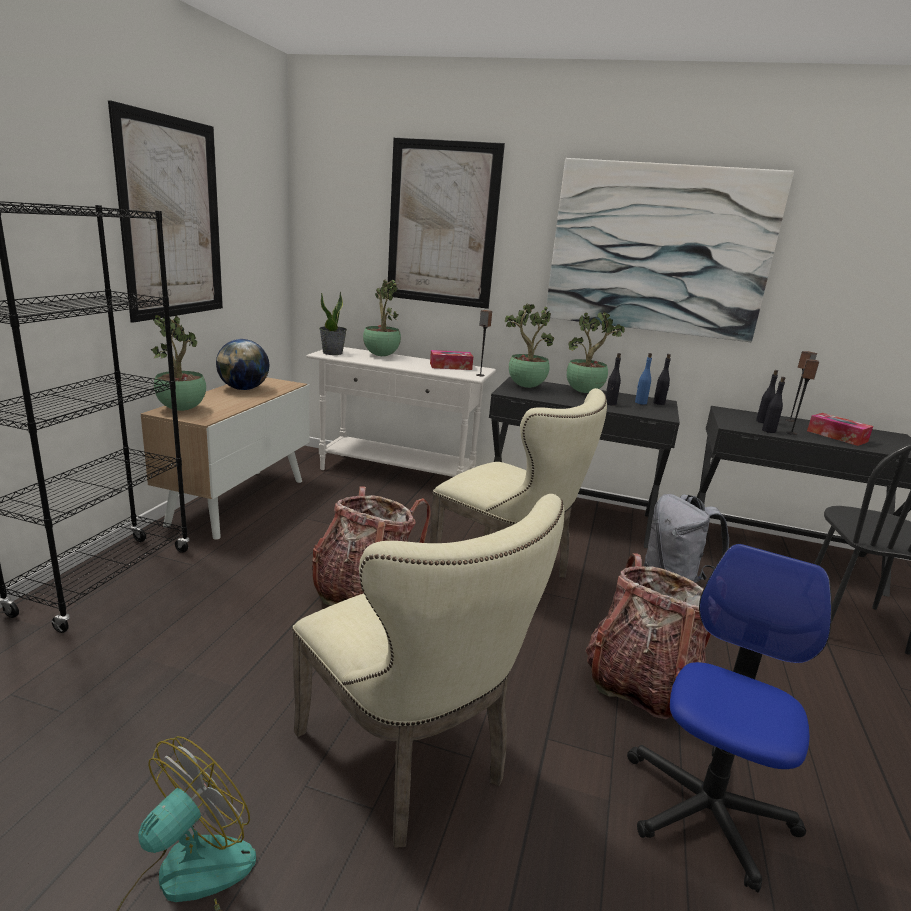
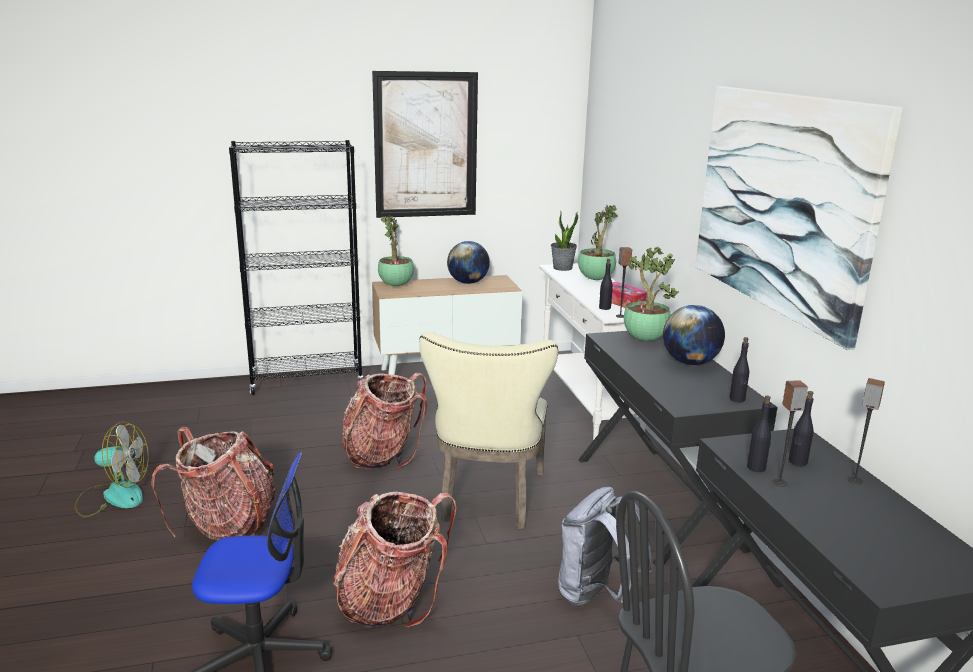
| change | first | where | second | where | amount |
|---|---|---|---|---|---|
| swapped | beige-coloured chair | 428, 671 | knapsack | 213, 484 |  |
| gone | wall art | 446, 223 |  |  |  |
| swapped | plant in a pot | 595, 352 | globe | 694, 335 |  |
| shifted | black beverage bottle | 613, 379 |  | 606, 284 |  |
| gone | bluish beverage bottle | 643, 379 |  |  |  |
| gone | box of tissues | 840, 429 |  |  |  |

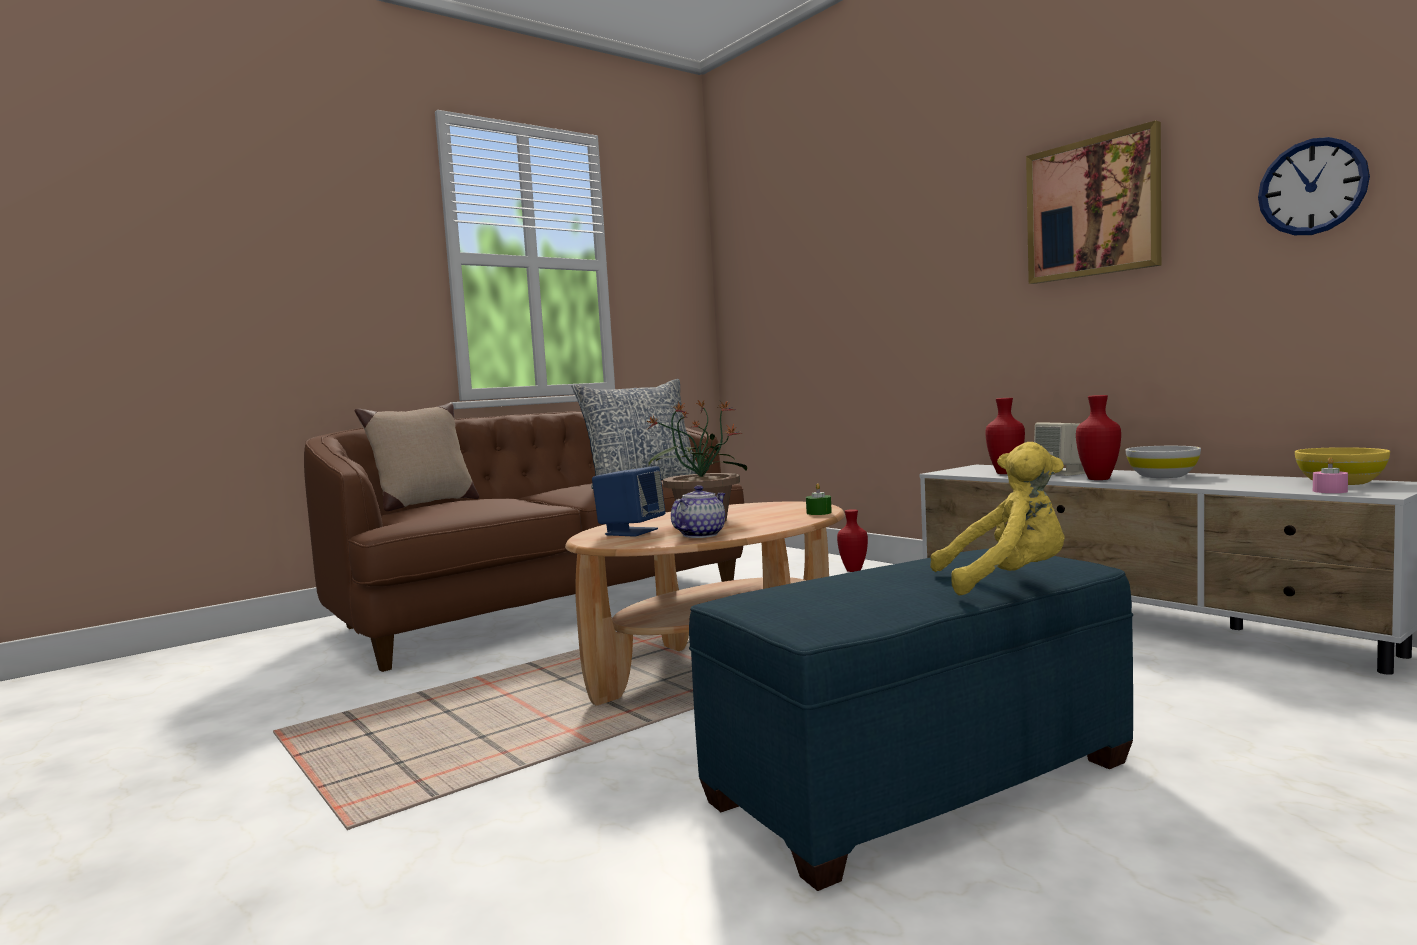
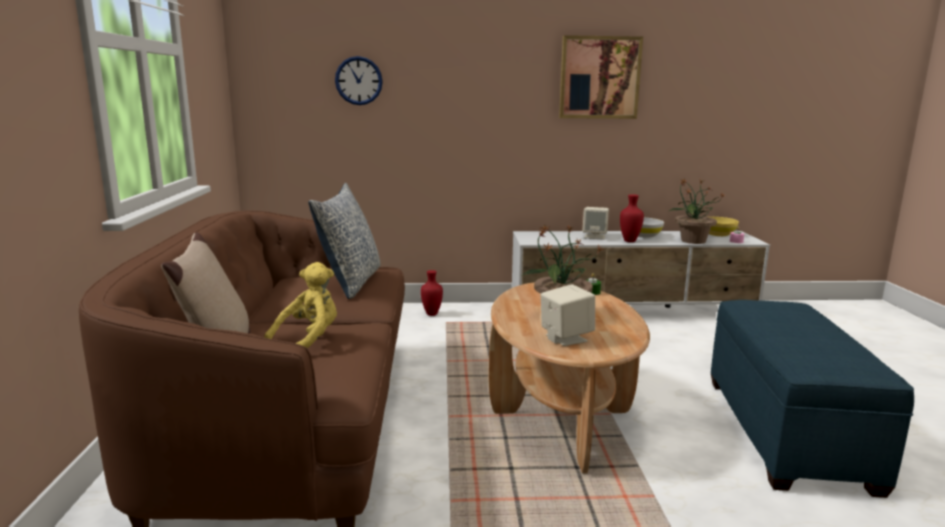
| change | first | where | second | where | amount |
|---|---|---|---|---|---|
| repainted | bluish speaker | 629, 501 | beige-coloured speaker | 568, 315 |  |
| gone | teapot | 698, 511 |  |  |  |
| shifted | yellow-coloured soft toy | 997, 519 |  | 300, 305 |  |
| gone | red vase | 1005, 436 |  |  |  |
| shifted | hanging clock | 1314, 186 |  | 359, 80 |  |
| new |  |  | plant in a pot | 697, 211 |  |

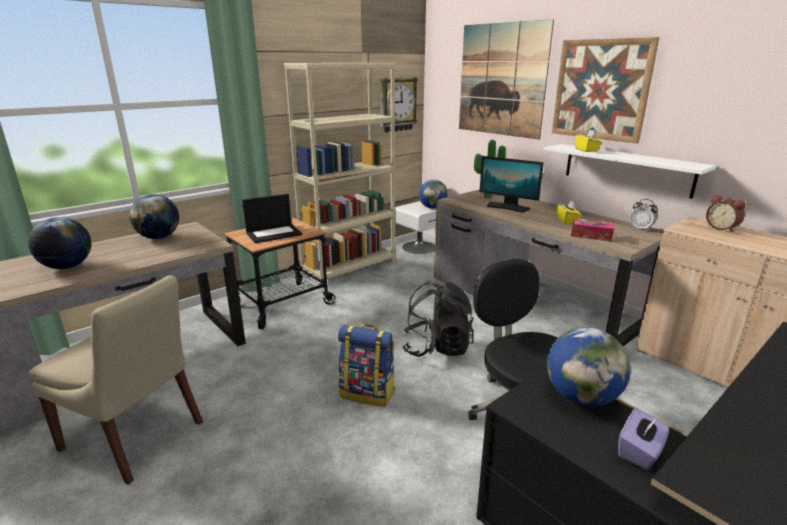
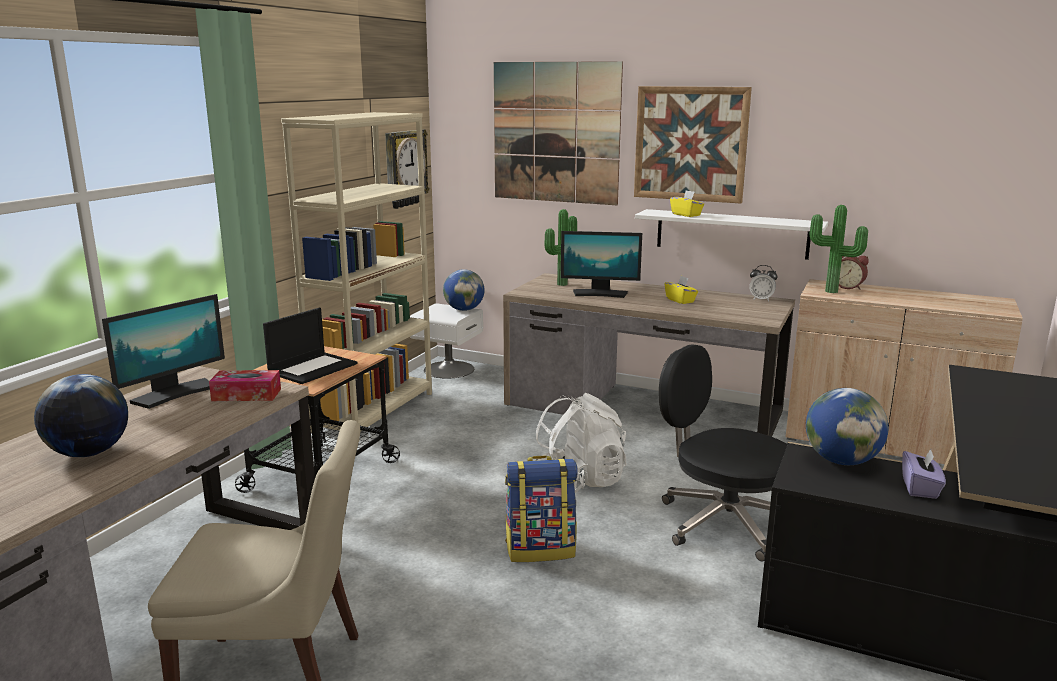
| change | first | where | second | where | amount |
|---|---|---|---|---|---|
| swapped | globe | 154, 216 | computer screen | 163, 351 |  |
| repainted | black knapsack | 438, 319 | whitish knapsack | 580, 443 |  |
| shifted | box of tissues | 592, 230 |  | 245, 385 |  |
| new |  |  | plant in a pot | 839, 249 |  |

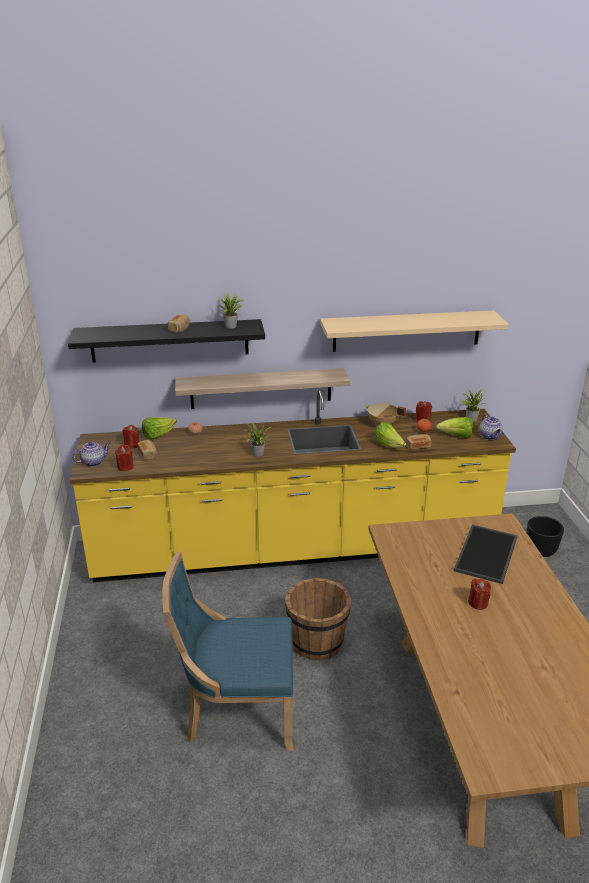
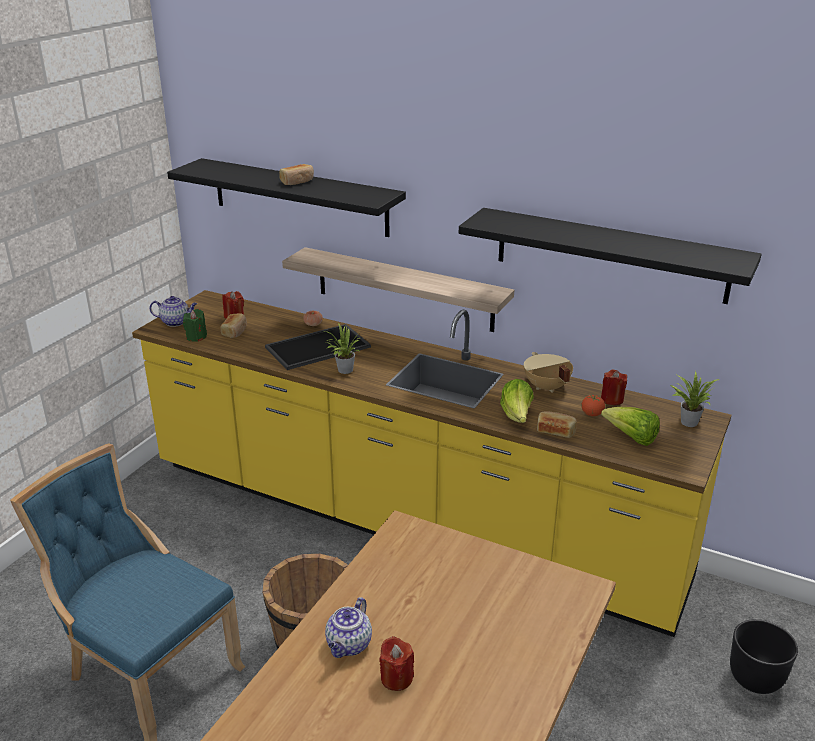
| change | first | where | second | where | amount |
|---|---|---|---|---|---|
| repainted | red wax candle | 124, 458 | greenish wax candle | 195, 325 |  |
| gone | lettuce head | 159, 428 |  |  |  |
| gone | plant in a pot | 231, 311 |  |  |  |
| repainted | beige-coloured shelf | 414, 331 | black shelf | 610, 256 |  |
| shifted | serving tray | 486, 554 |  | 318, 347 |  |
| shifted | teapot | 491, 427 |  | 348, 627 |  |

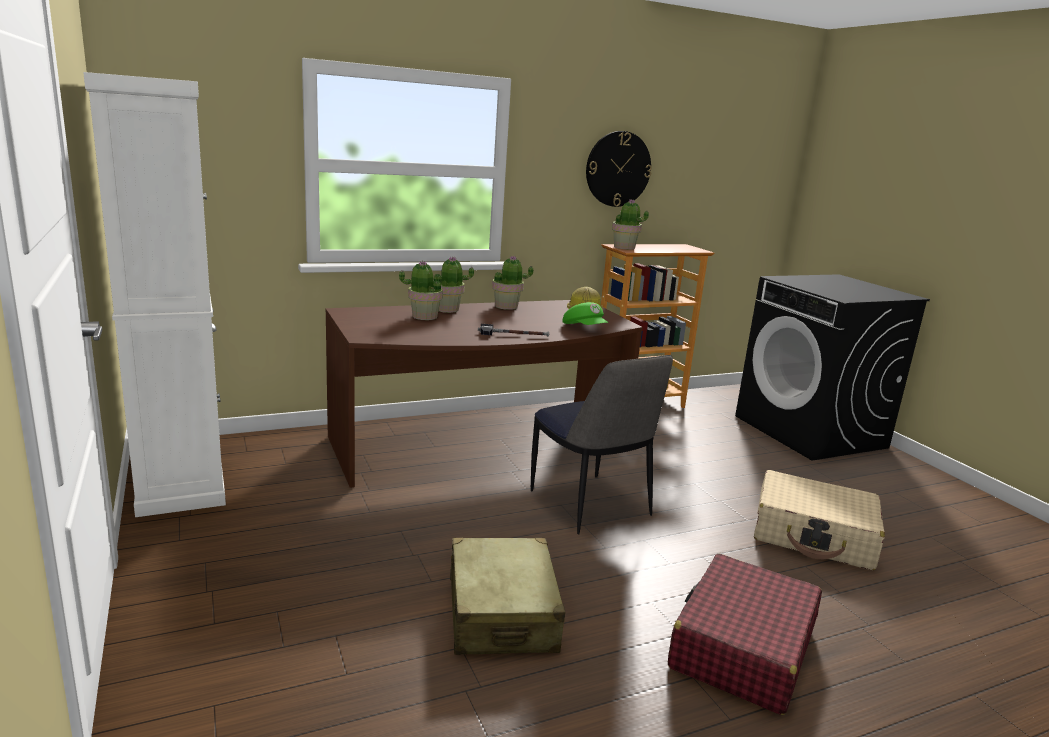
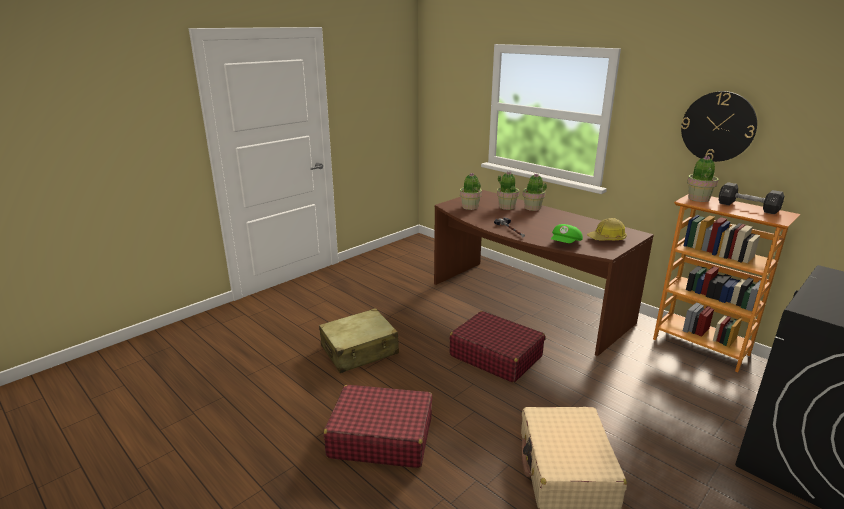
| change | first | where | second | where | amount |
|---|---|---|---|---|---|
| gone | whitish cupboard | 154, 294 |  |  |  |
| shifted | plant in a pot | 512, 282 |  | 471, 191 |  |
| swapped | chair | 602, 444 | red suitcase | 497, 347 |  |
| new |  |  | black free weight | 751, 198 |  |

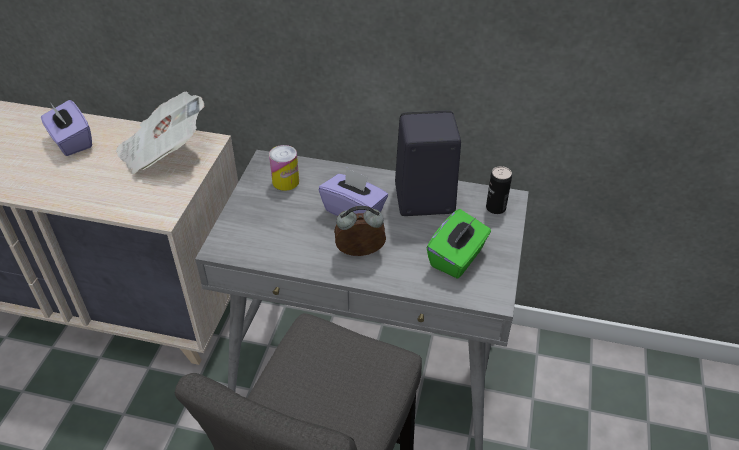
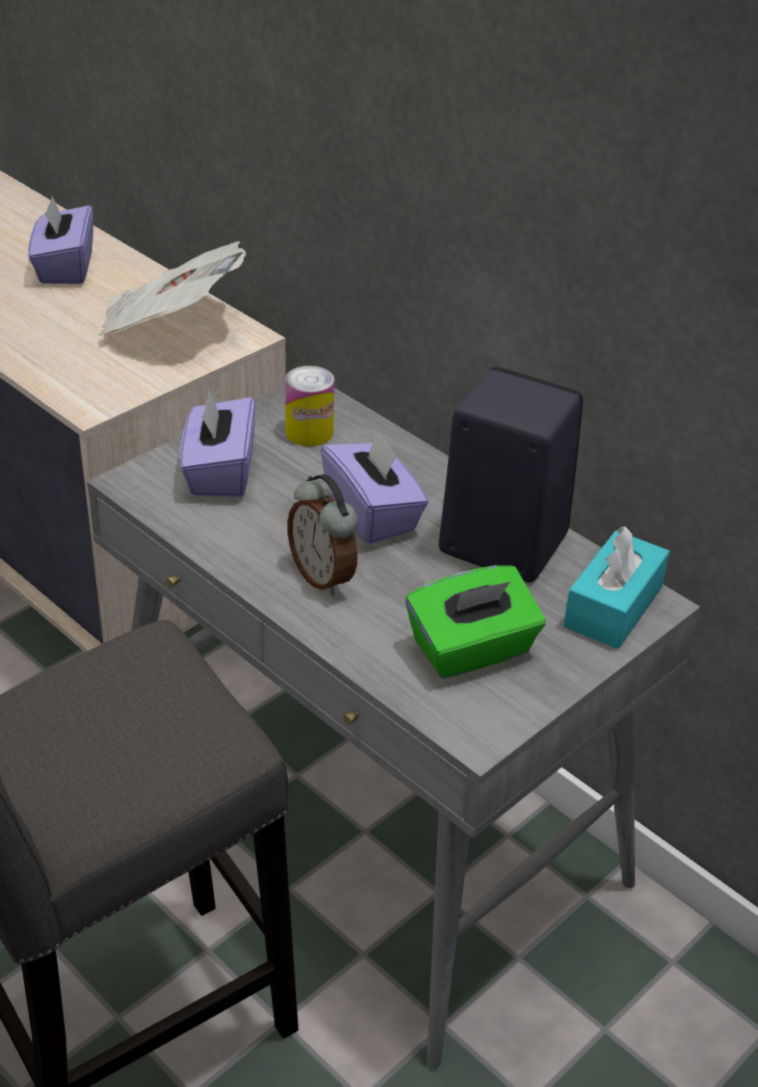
| change | first | where | second | where | amount |
|---|---|---|---|---|---|
| rotated | table clock | 360, 231 |  | 322, 535 | 150 degrees counterclockwise |
| swapped | sealed can | 499, 190 | turquoise box of tissues | 616, 588 |  |
| new |  |  | purple-coloured box of tissues | 218, 443 |  |

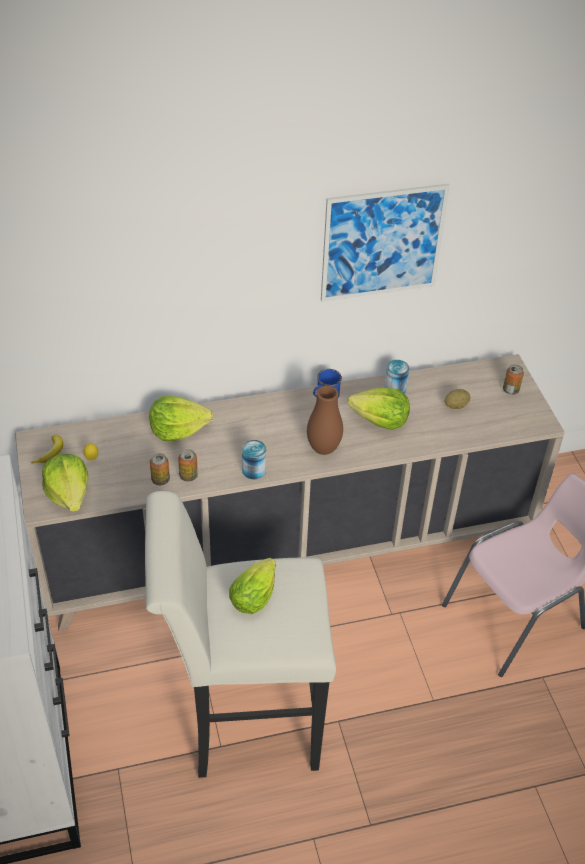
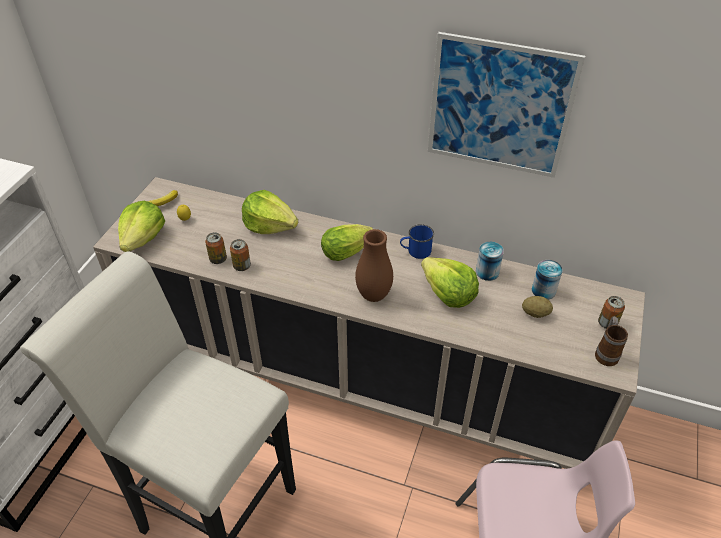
| change | first | where | second | where | amount |
|---|---|---|---|---|---|
| shifted | lettuce head | 252, 586 |  | 347, 242 |  |
| shifted | sealed can | 254, 459 |  | 547, 279 |  |
| new |  |  | mug | 611, 341 |  |

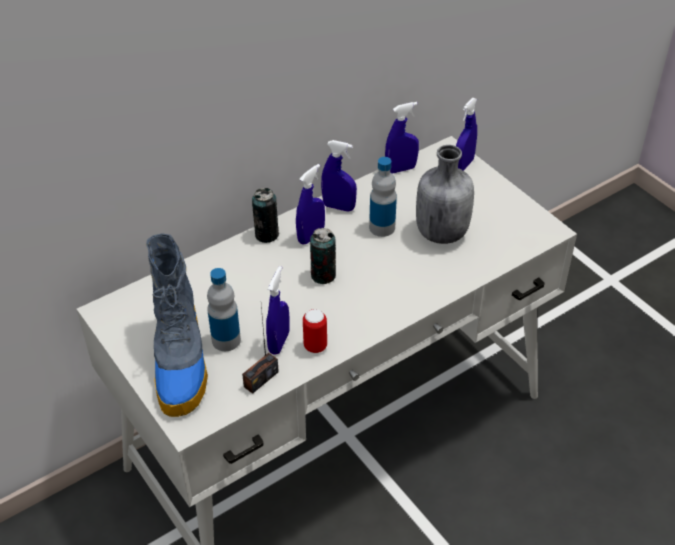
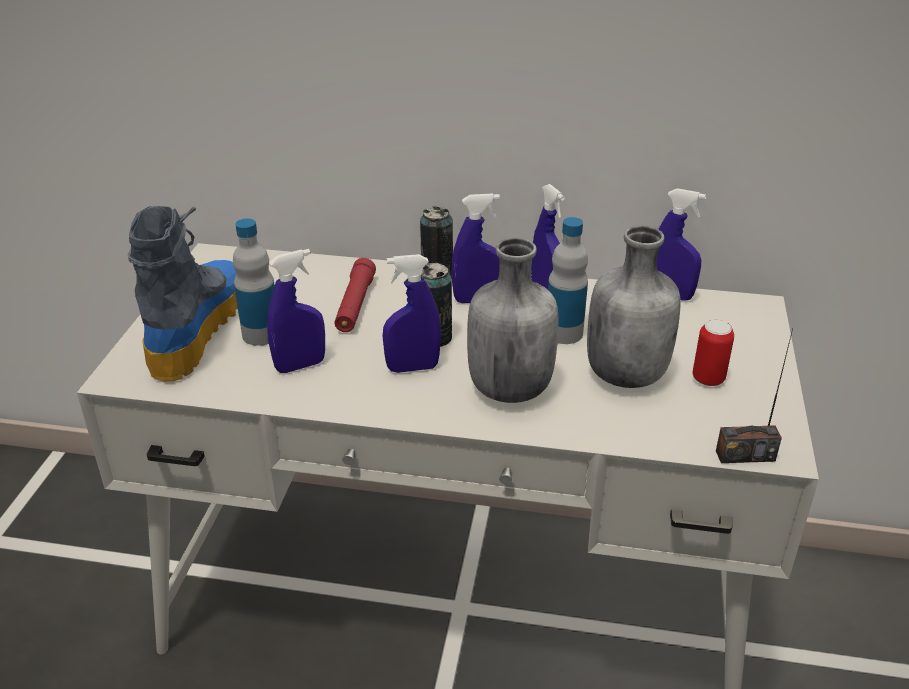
| change | first | where | second | where | amount |
|---|---|---|---|---|---|
| rotated | boot | 177, 325 |  | 183, 293 | 150 degrees clockwise |
| shifted | radio set | 260, 350 |  | 754, 396 |  |
| shifted | sealed can | 315, 331 |  | 713, 353 |  |
| shifted | bluish hand sprayer | 466, 134 |  | 411, 313 |  |
| new |  |  | red hand torch | 355, 295 |  |
| new |  |  | gray beverage bottle | 513, 320 |  |

